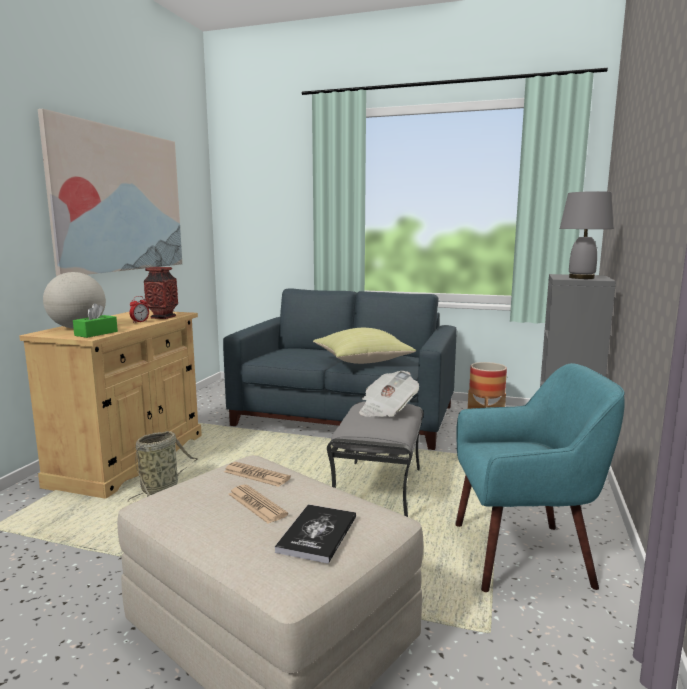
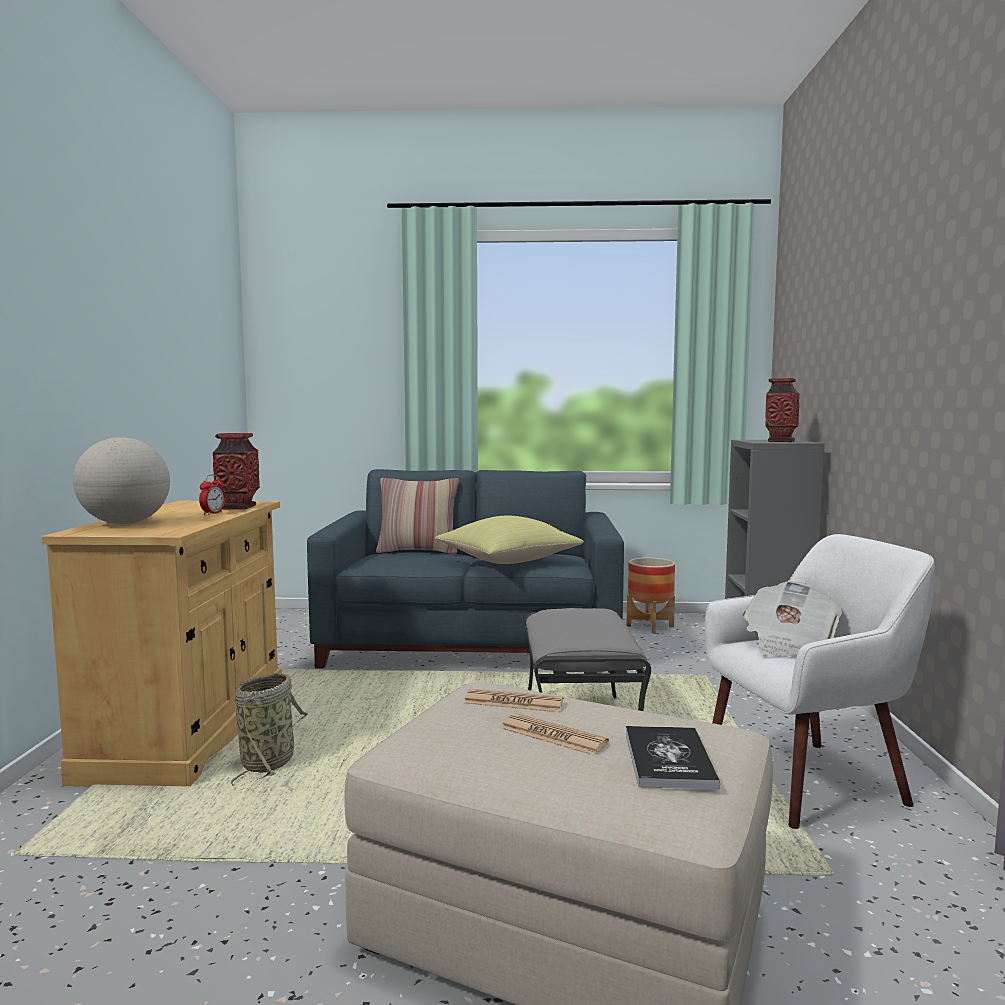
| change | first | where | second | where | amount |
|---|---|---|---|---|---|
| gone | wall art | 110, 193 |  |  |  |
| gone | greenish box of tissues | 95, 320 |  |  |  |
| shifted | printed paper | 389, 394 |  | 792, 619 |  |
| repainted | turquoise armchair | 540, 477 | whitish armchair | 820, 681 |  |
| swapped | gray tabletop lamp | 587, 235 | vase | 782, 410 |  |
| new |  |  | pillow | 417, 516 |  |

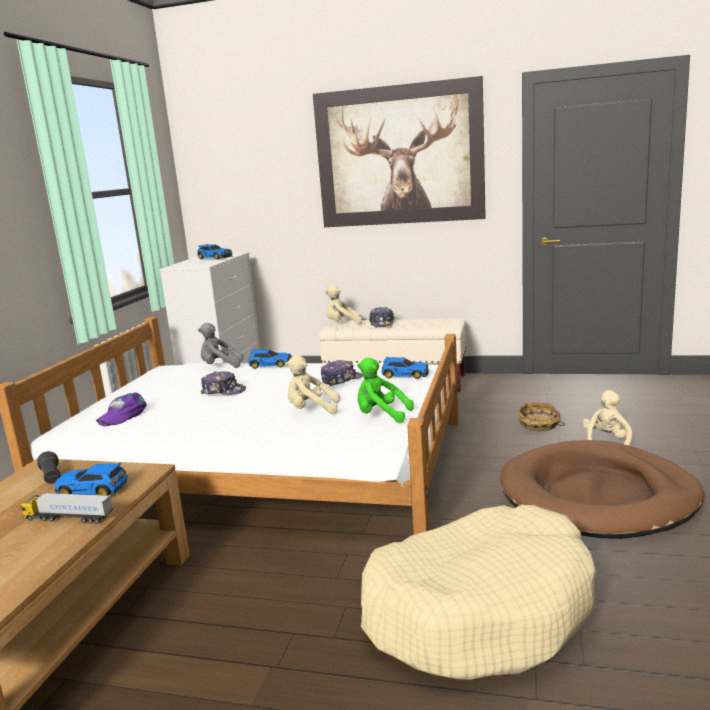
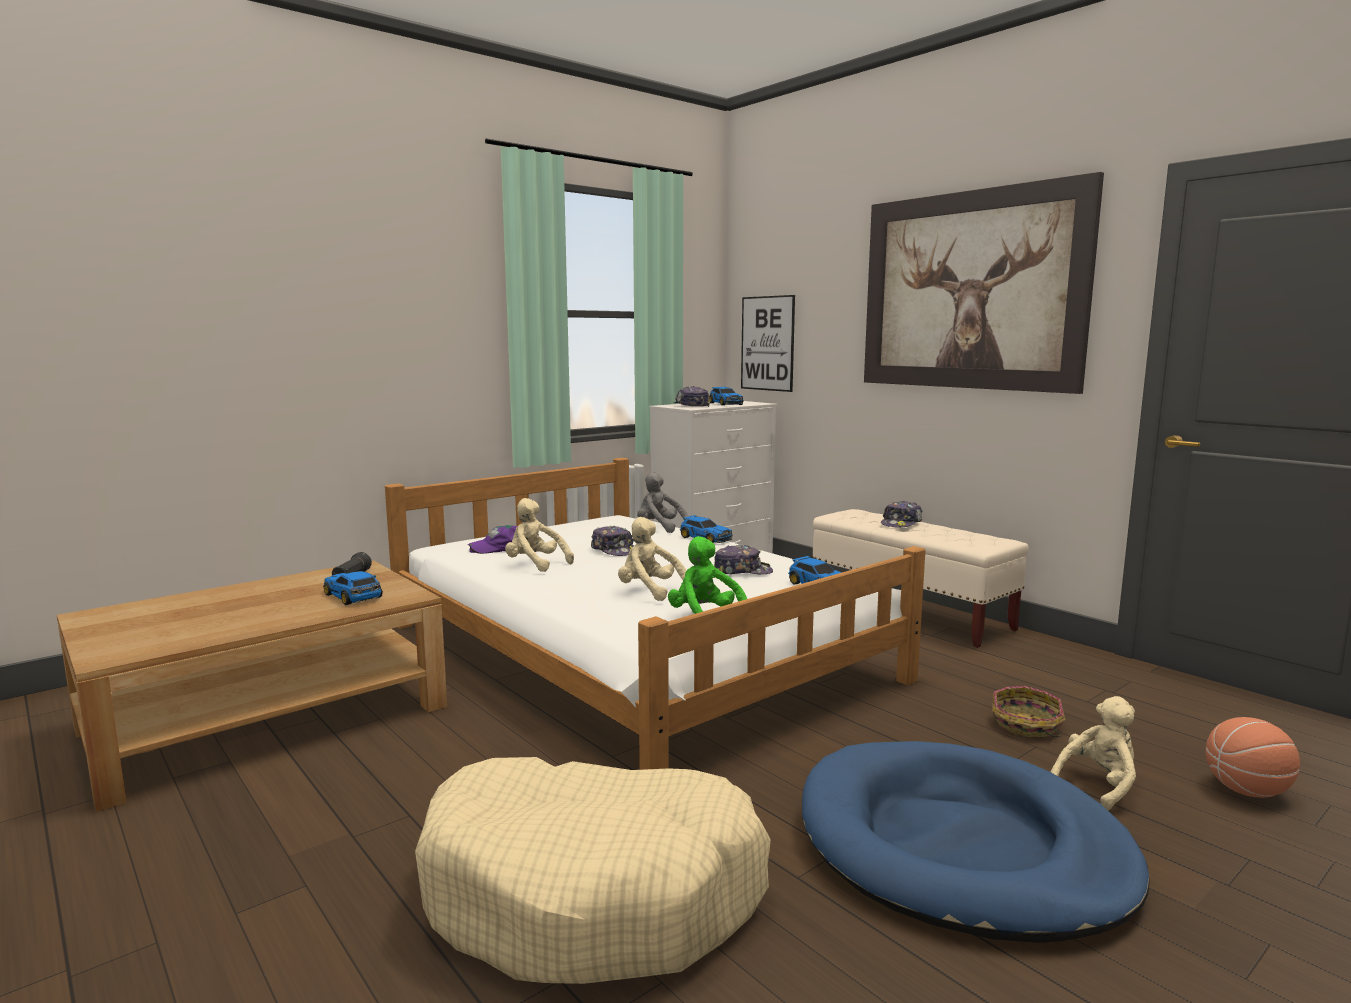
| change | first | where | second | where | amount |
|---|---|---|---|---|---|
| gone | model truck | 66, 508 |  |  |  |
| shifted | beige-coloured soft toy | 343, 304 |  | 539, 535 |  |
| repainted | brown dog bed | 602, 489 | bluish dog bed | 976, 842 |  |
| new |  |  | baseball cap | 692, 396 |  |
| new |  |  | wall art | 768, 343 |  |
| new |  |  | ball for basketball | 1253, 757 |  |

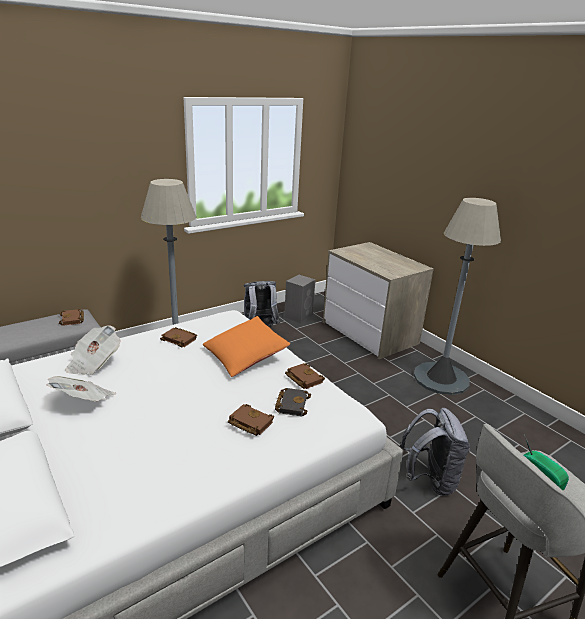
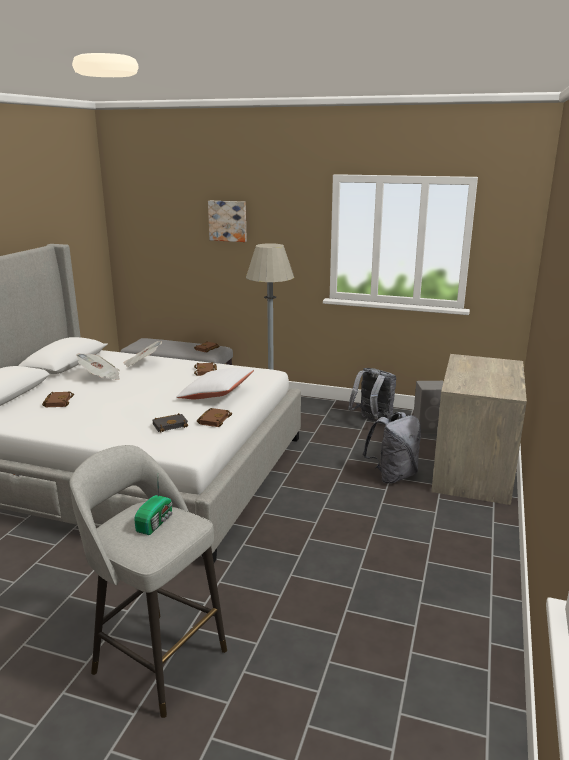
| change | first | where | second | where | amount |
|---|---|---|---|---|---|
| repainted | orangey pillow | 246, 346 | whitish pillow | 215, 383 |  |
| shifted | brown book | 251, 420 |  | 58, 399 |  |
| shifted | gray knapsack | 435, 452 |  | 391, 448 |  |
| gone | gray floor lamp | 457, 296 |  |  |  |
| new |  |  | wall art | 227, 221 |  |

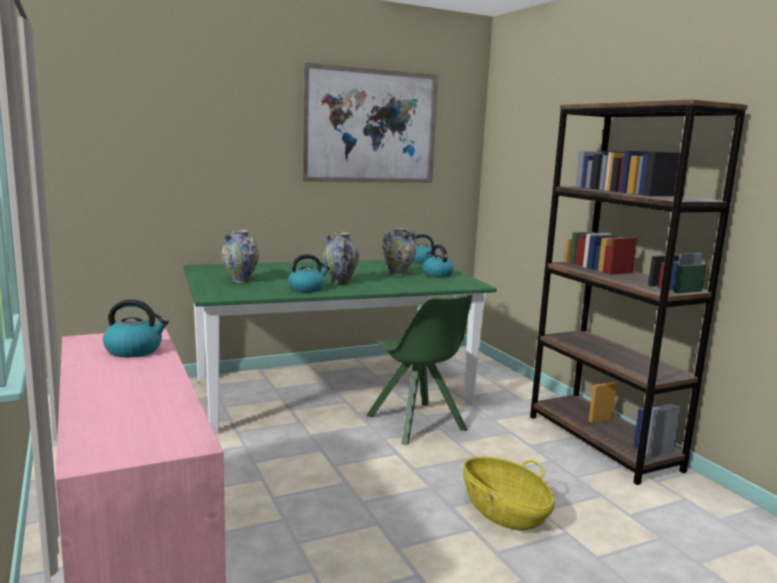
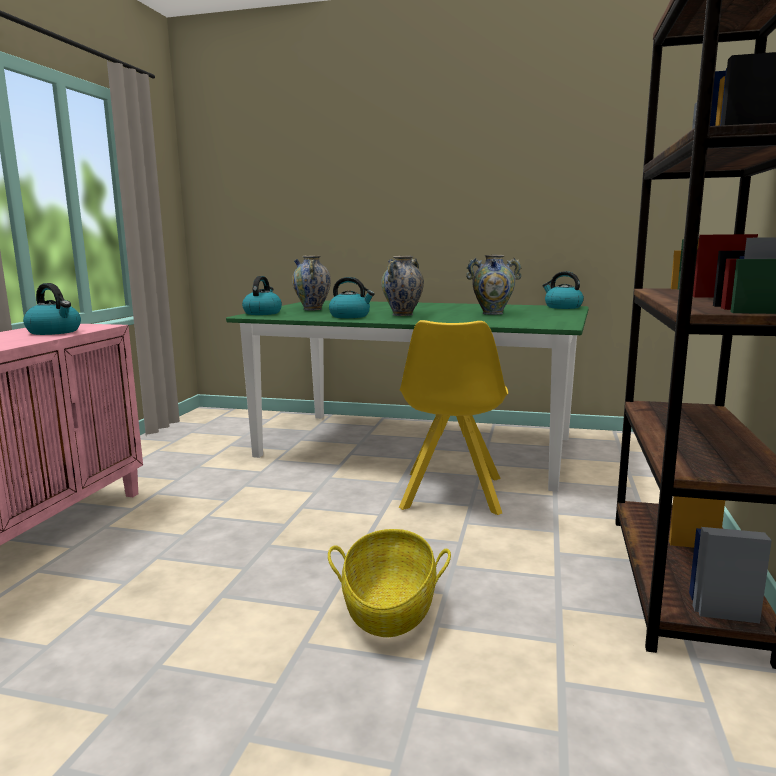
| change | first | where | second | where | amount |
|---|---|---|---|---|---|
| gone | wall art | 370, 122 |  |  |  |
| repainted | greenish chair | 419, 369 | yellow-coloured chair | 453, 417 |  |
| shifted | tea kettle | 438, 261 |  | 262, 295 |  |

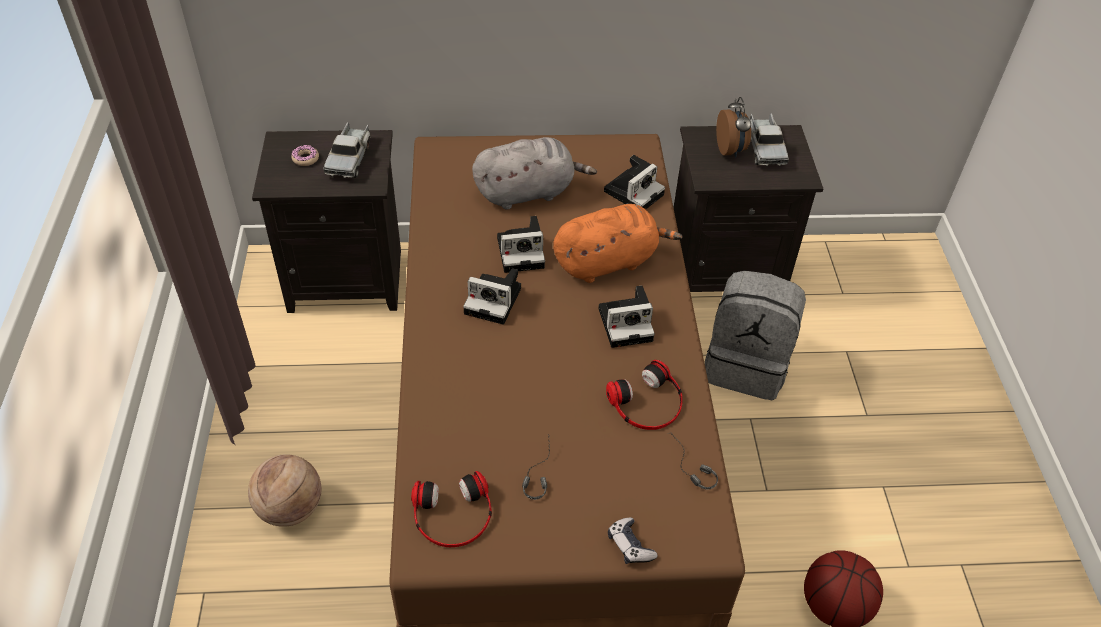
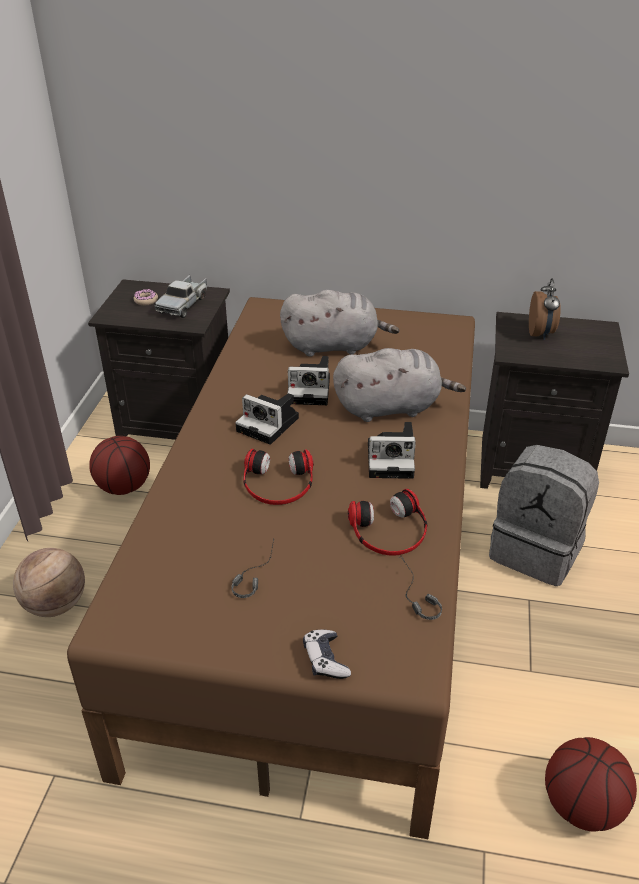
| change | first | where | second | where | amount |
|---|---|---|---|---|---|
| shifted | headphones | 451, 509 |  | 278, 477 |  |
| repainted | orangey soft toy | 617, 243 | gray soft toy | 399, 385 |  |
| gone | photo camera | 634, 182 |  |  |  |
| gone | model truck | 769, 140 |  |  |  |
| new |  |  | ball for basketball | 119, 465 |  |

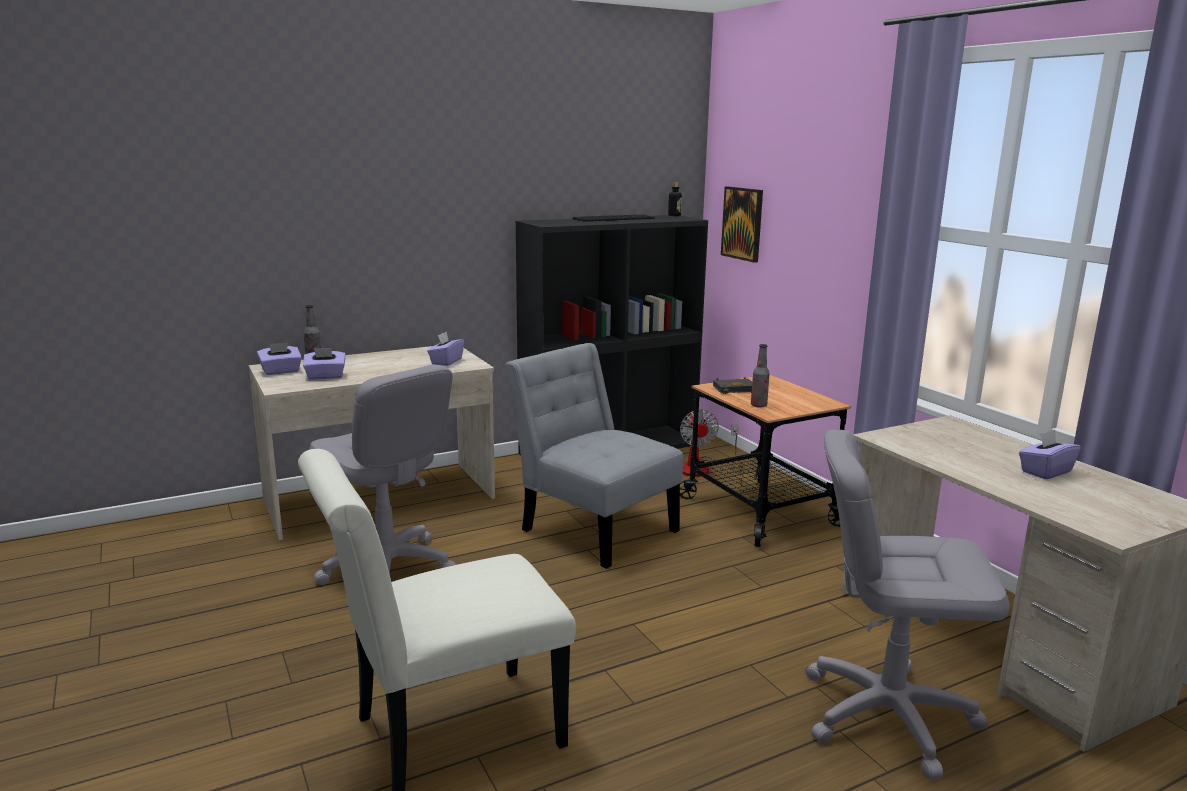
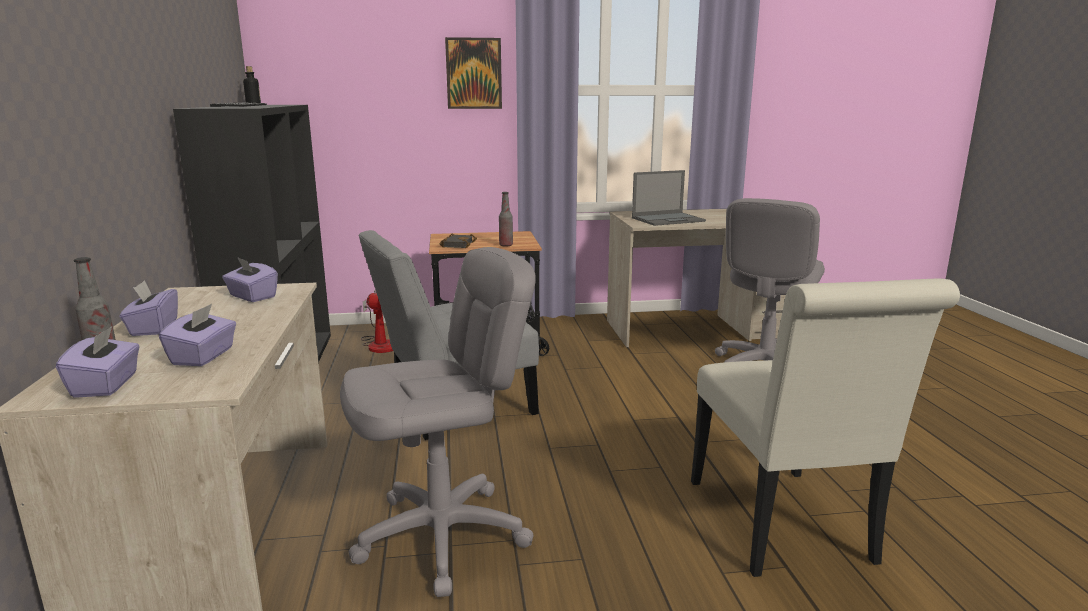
| change | first | where | second | where | amount |
|---|---|---|---|---|---|
| shifted | wall art | 742, 224 |  | 473, 73 |  |
| shifted | purple-coloured box of tissues | 1050, 454 |  | 148, 308 |  |
| new |  |  | portable computer | 669, 198 |  |

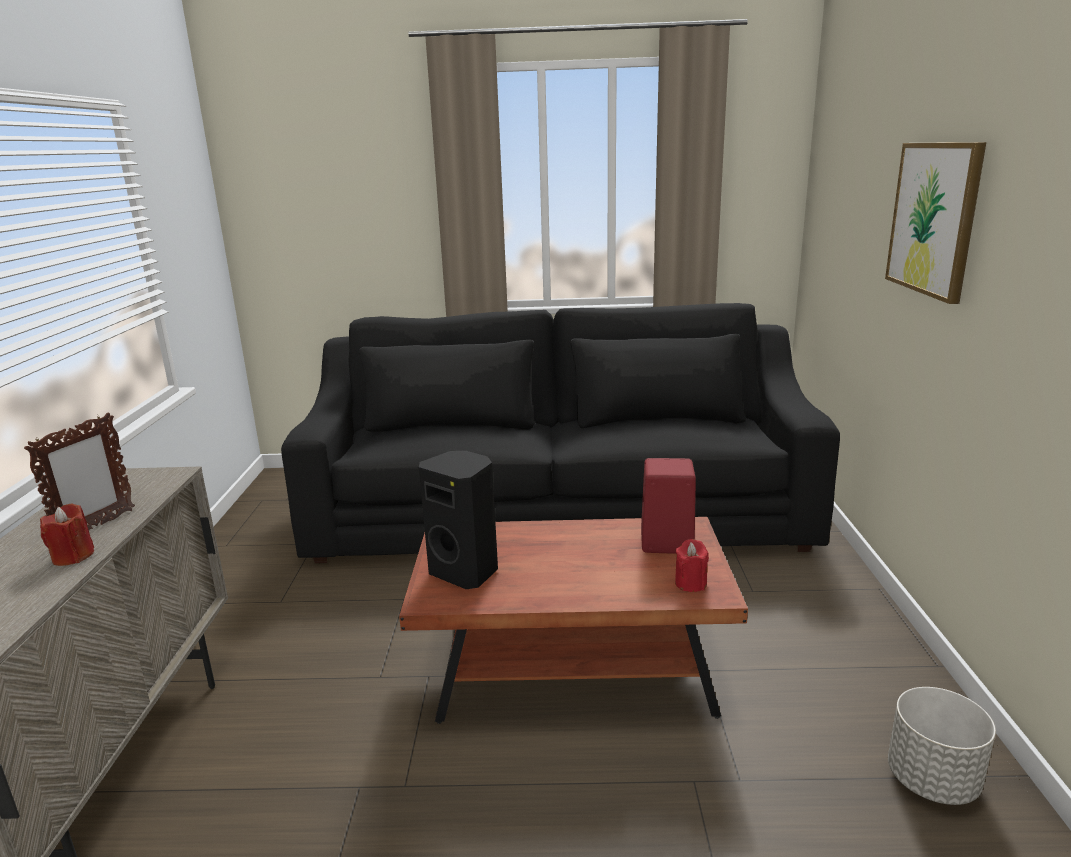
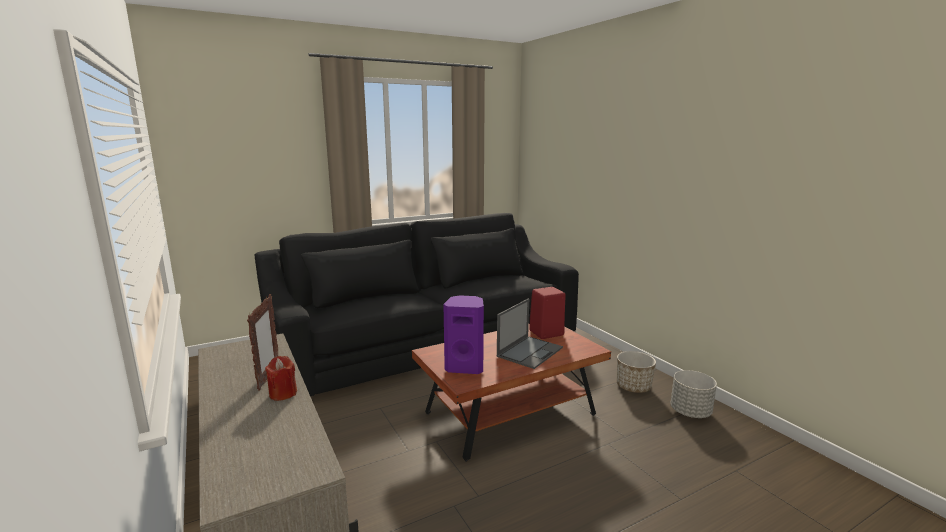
| change | first | where | second | where | amount |
|---|---|---|---|---|---|
| repainted | black speaker | 458, 520 | purple-coloured speaker | 463, 334 |  |
| gone | red wax candle | 692, 565 |  |  |  |
| gone | wall art | 935, 223 |  |  |  |
| new |  |  | portable computer | 530, 334 |  |
| new |  |  | plant pot | 636, 372 |  |

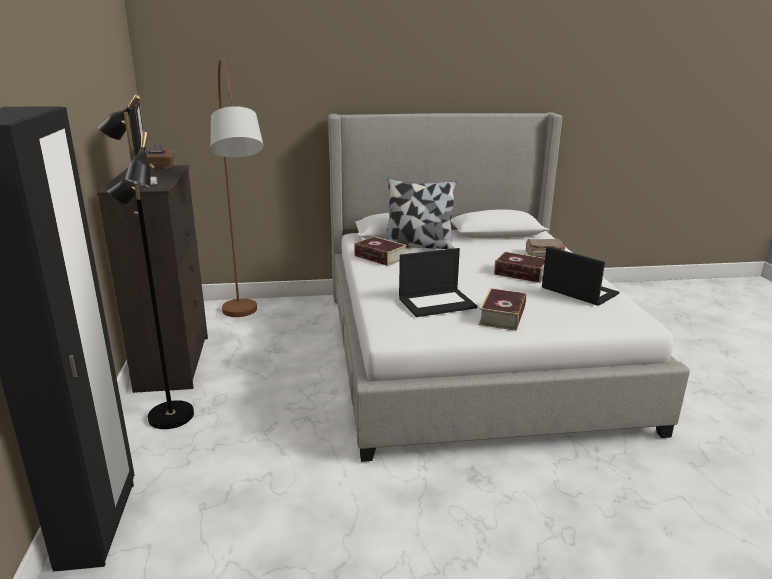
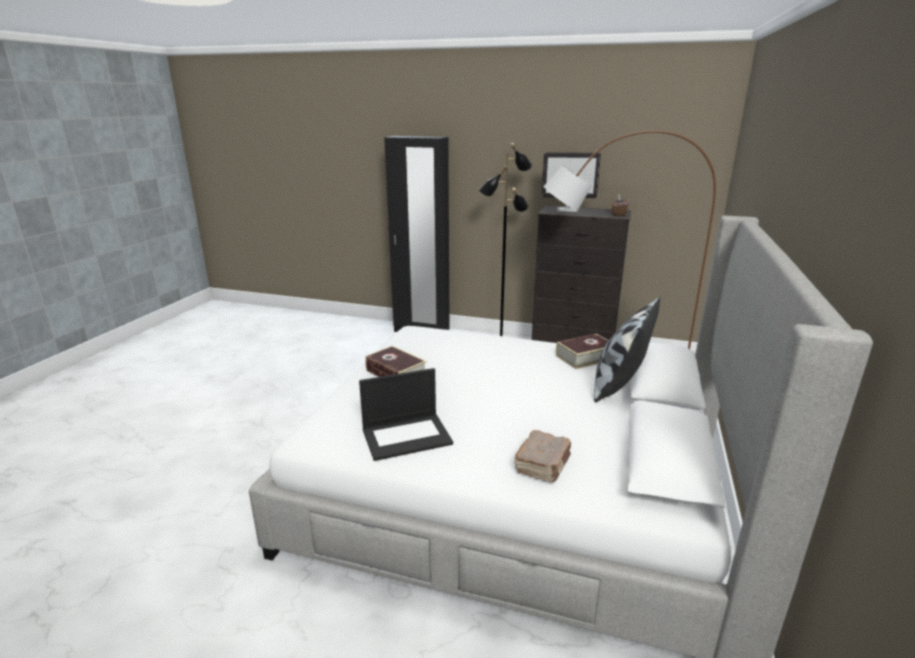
| change | first | where | second | where | amount |
|---|---|---|---|---|---|
| gone | portable computer | 438, 282 |  |  |  |
| gone | book | 519, 267 |  |  |  |

